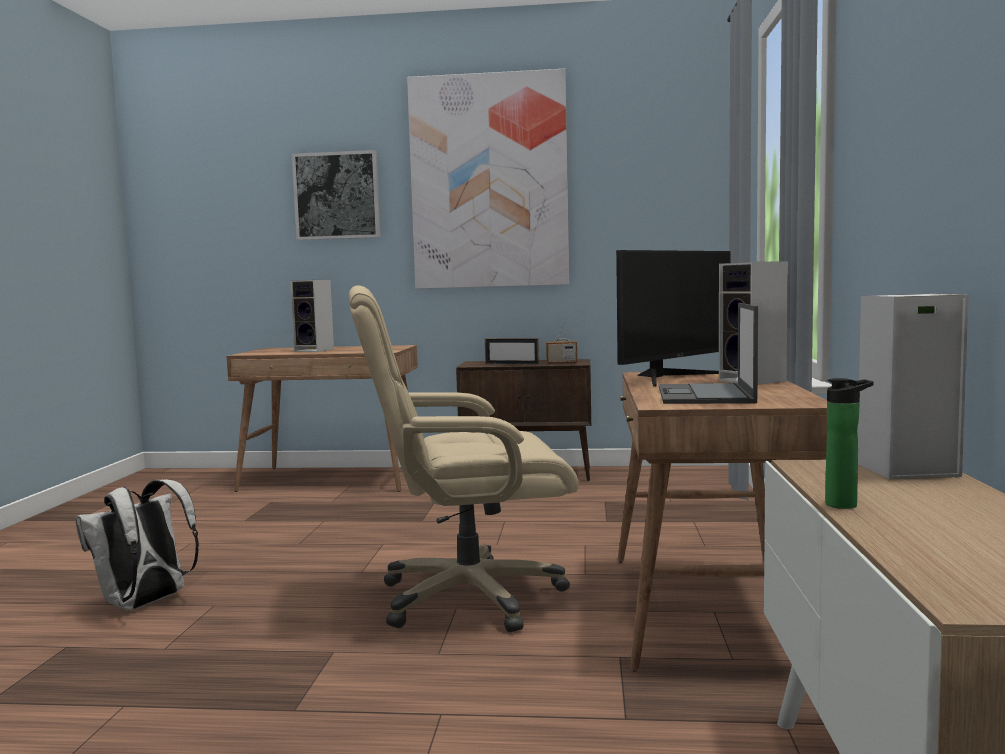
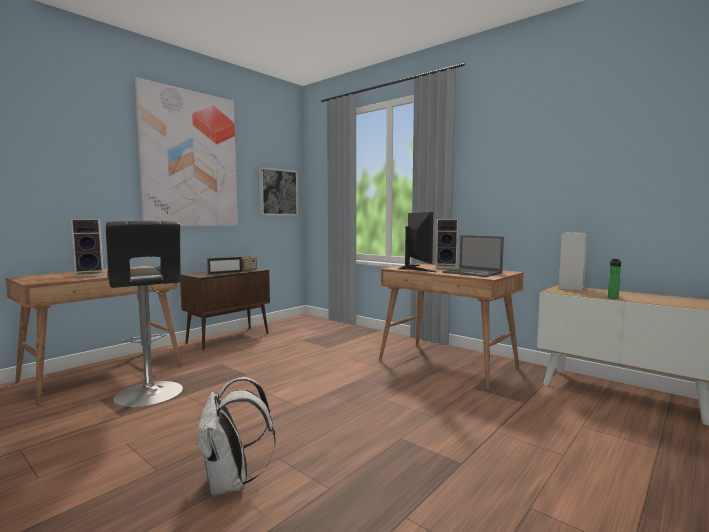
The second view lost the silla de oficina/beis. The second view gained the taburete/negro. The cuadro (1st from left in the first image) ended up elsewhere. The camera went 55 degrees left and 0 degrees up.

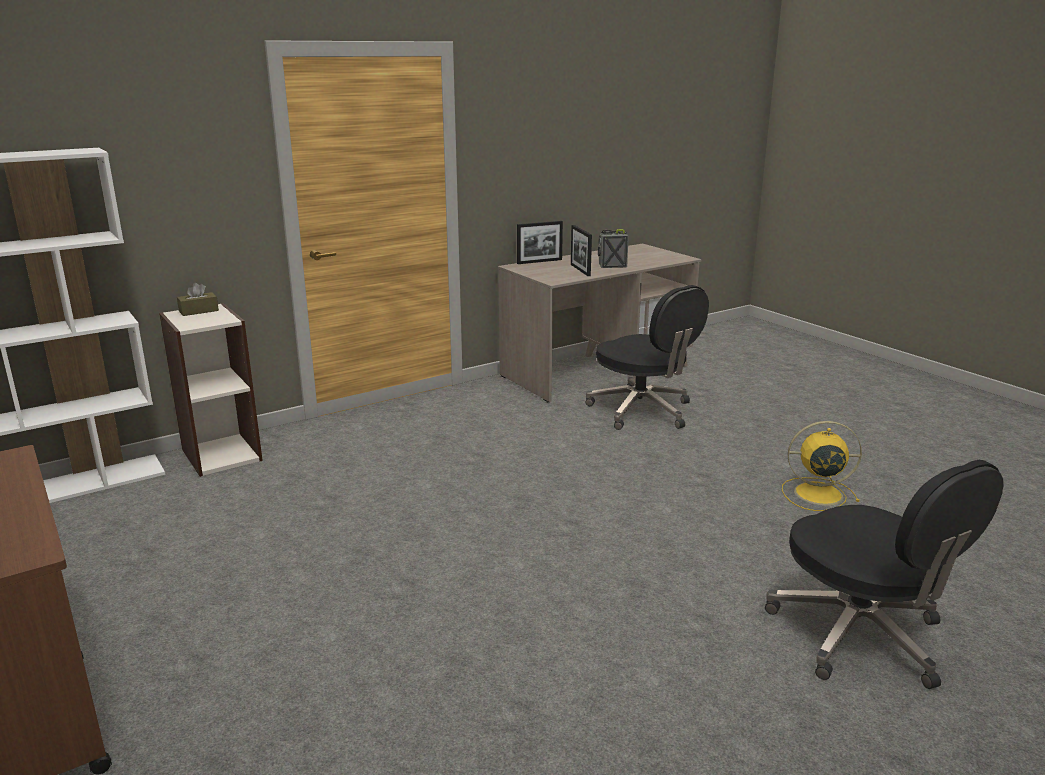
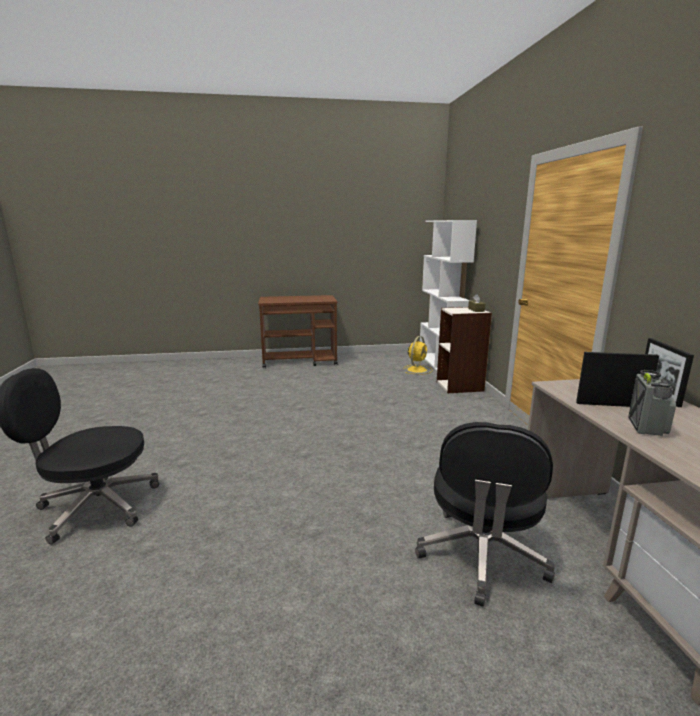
The ventilador/amarillo ended up elsewhere. The silla de oficina/negro (1st from left in the first image) ended up facing another way, 60 degrees counterclockwise from before. The camera went 115 degrees right and 5 degrees down.

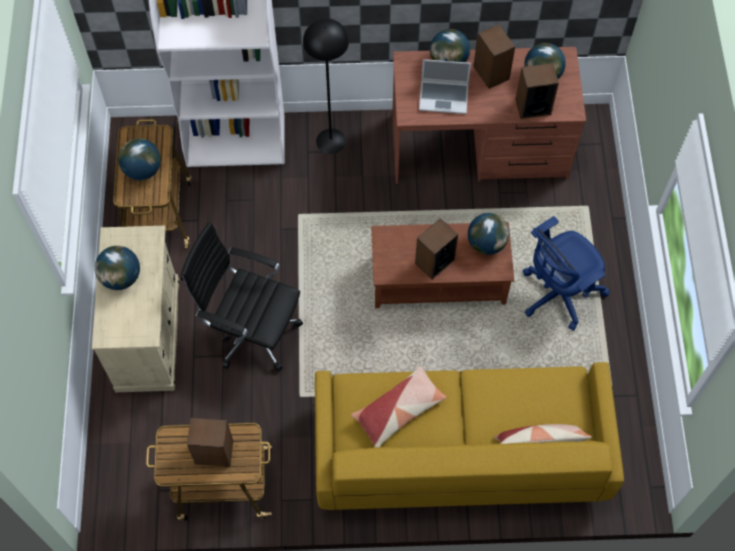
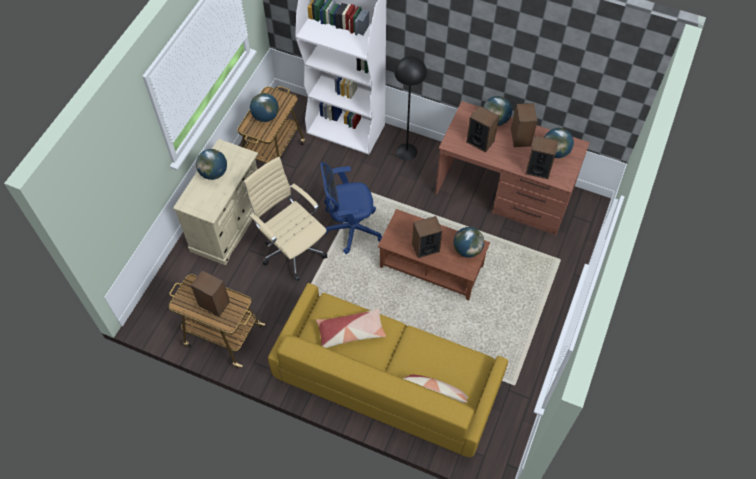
The silla de oficina/azul ended up elsewhere. Where the portátil stood, the altavoz (3rd from left) came to stand. What was the silla de oficina/negro turned into the silla de oficina/beis. The camera went 25 degrees right and 5 degrees down.

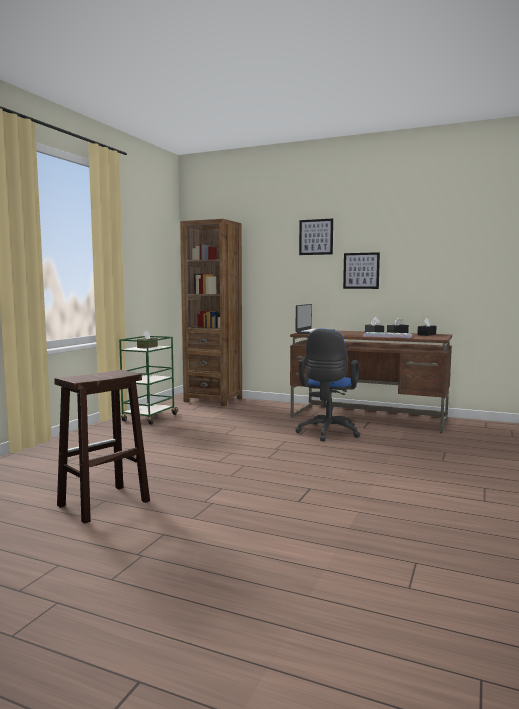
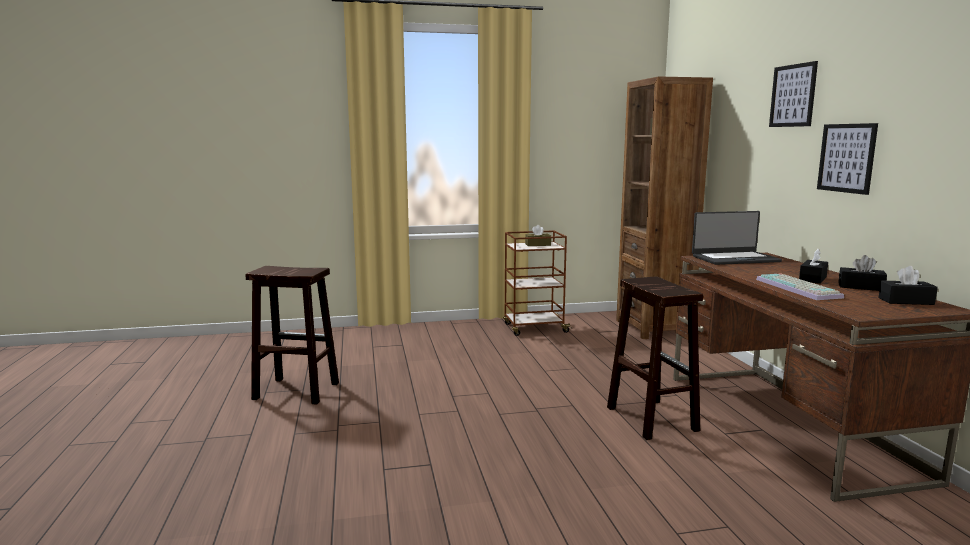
Where the silla de oficina/azul stood, the taburete/marrón (2nd from left) came to stand. What was the carrito/verde turned into the carrito/marrón. The camera went 55 degrees right and 5 degrees up.

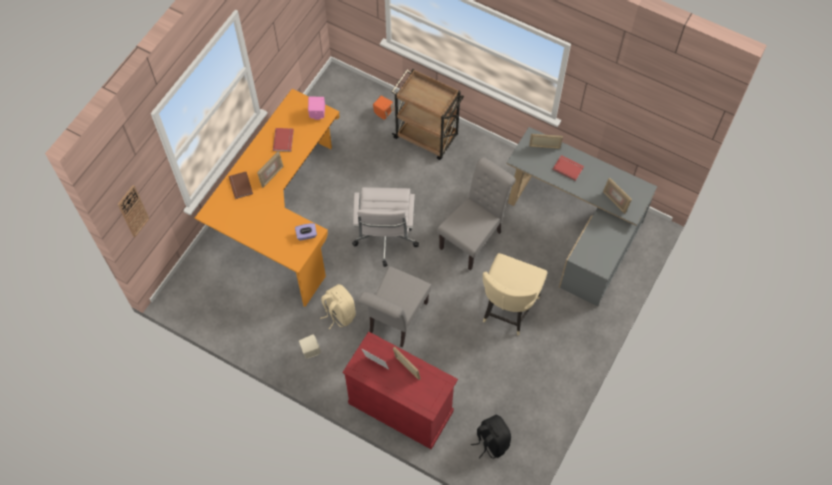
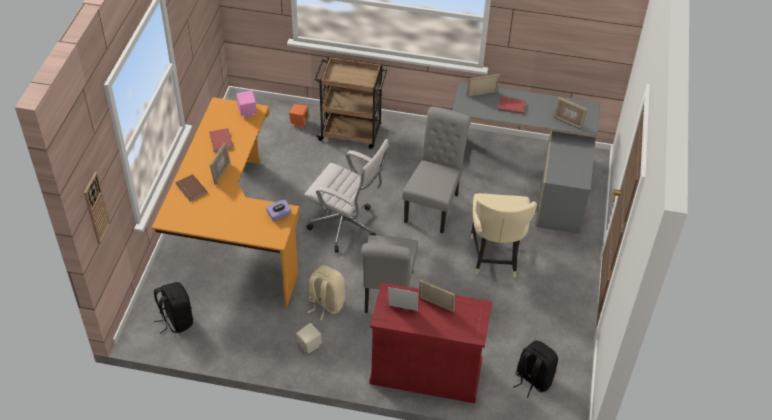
The second view gained the mochila/negro (1st from left). The silla de oficina/blanco ended up facing another way, 45 degrees counterclockwise from before. The camera went 20 degrees left and 15 degrees down.

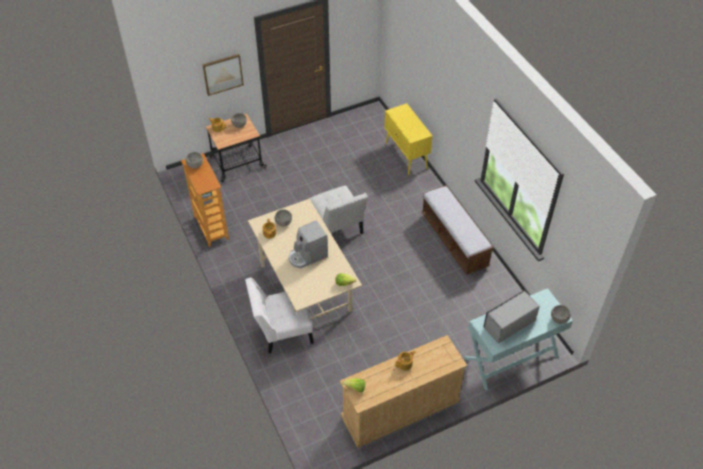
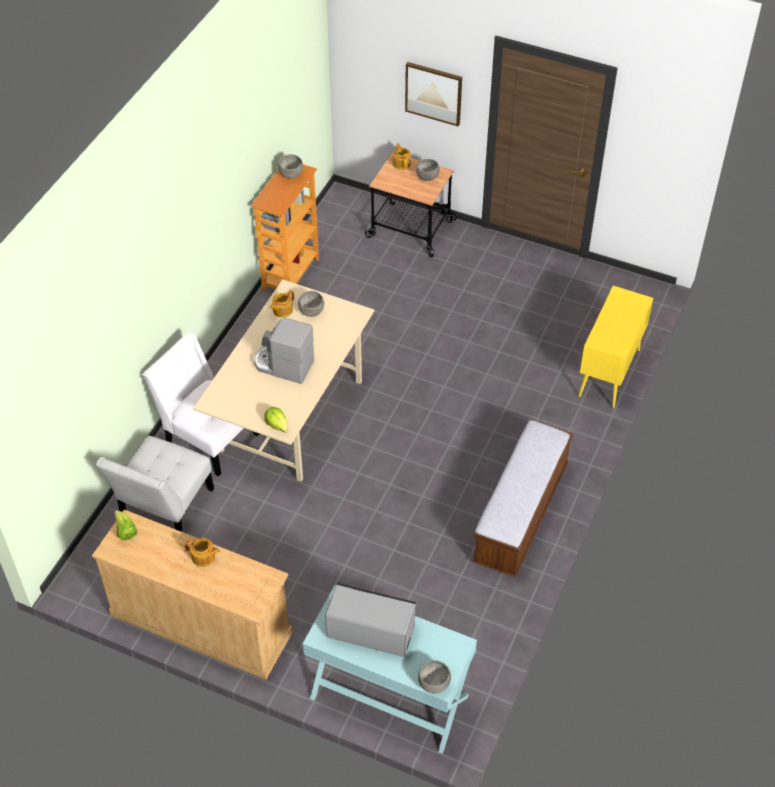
The silla/blanco (2nd from left in the first image) ended up elsewhere. The camera went 50 degrees right and 0 degrees up.

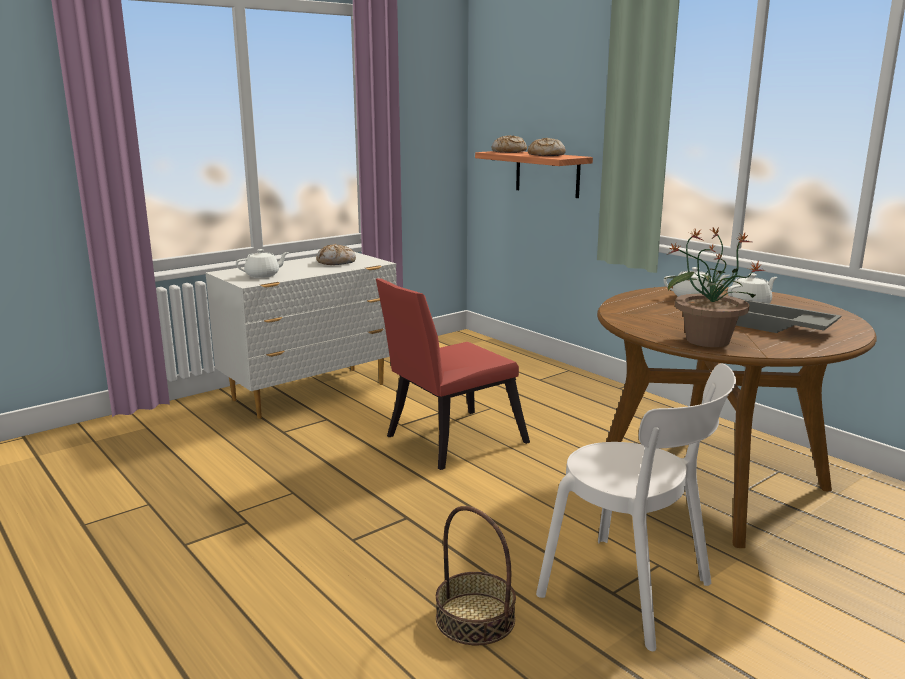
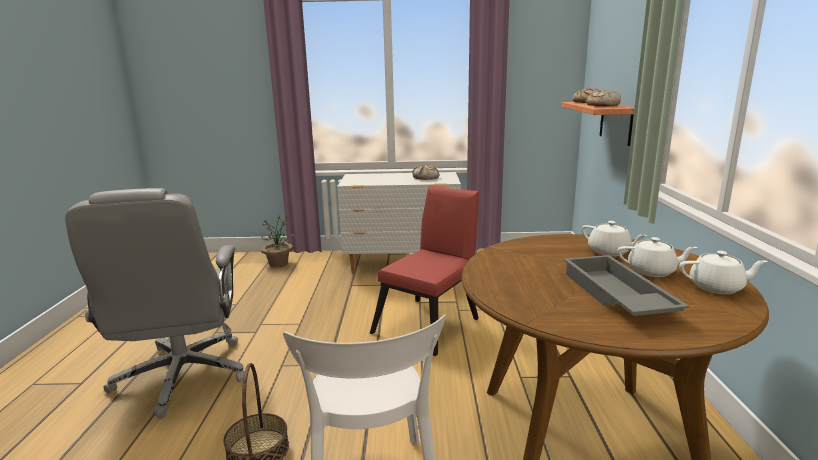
The second view gained the silla de oficina/gris. The tetera/blanco (1st from left in the first image) ended up elsewhere. The planta en maceta ended up elsewhere. The silla/rojo ended up facing another way, 120 degrees clockwise from before. The camera went 40 degrees right and 0 degrees up.

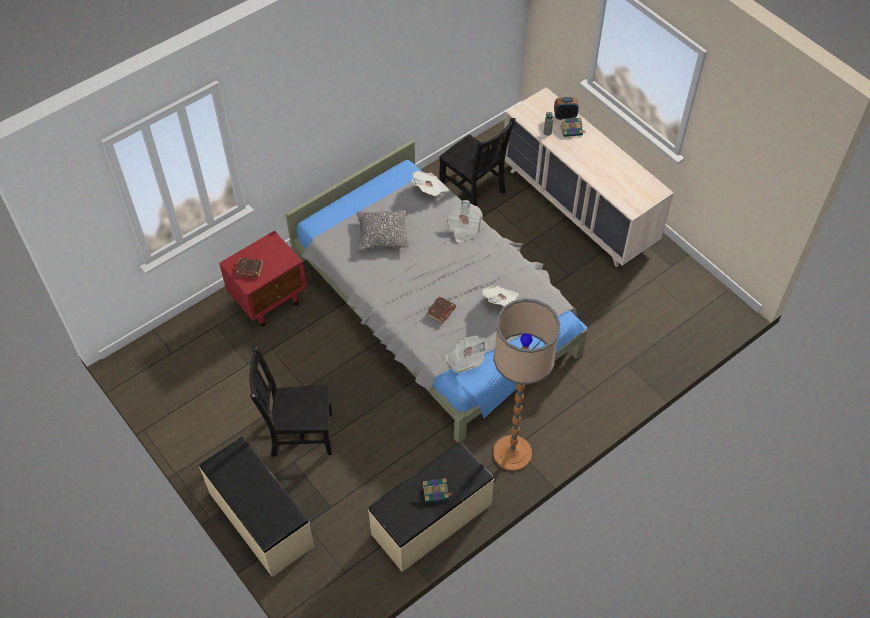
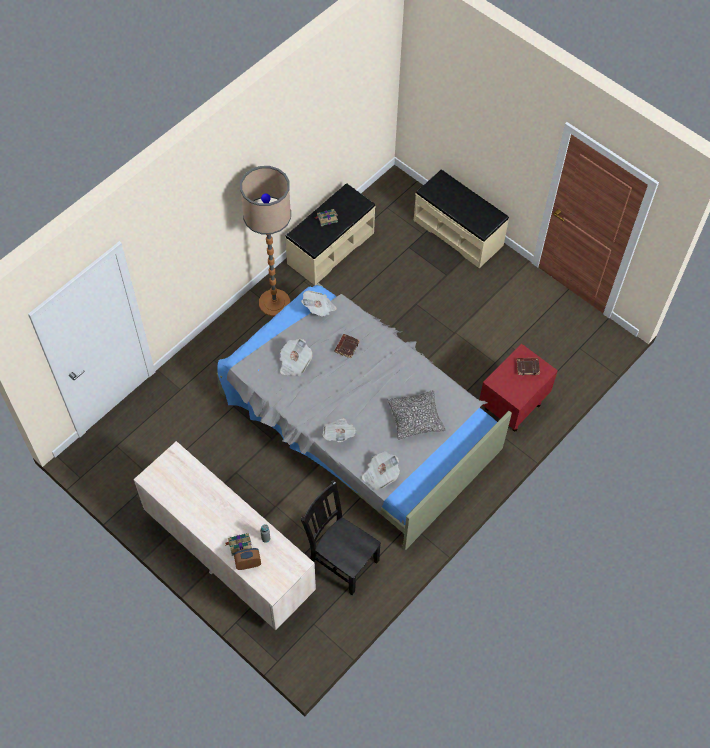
The second view lost the silla/negro (1st from left). The camera went 170 degrees right and 5 degrees up.

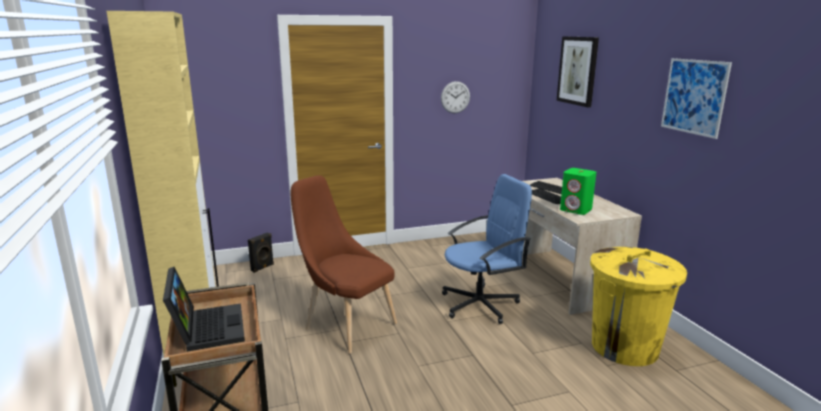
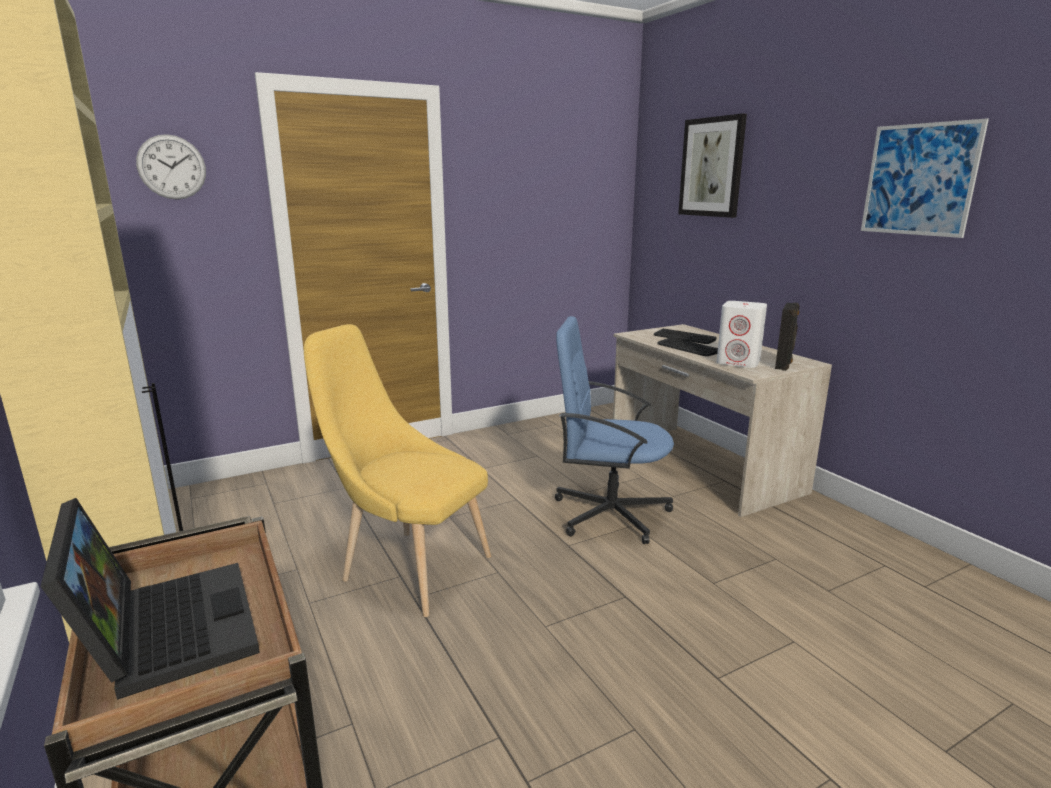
The second view lost the papelera/amarillo. The altavoz/negro ended up elsewhere. The reloj de pared ended up elsewhere. What was the silla/marrón turned into the silla/amarillo. What was the altavoz/verde turned into the altavoz/blanco. The silla de oficina/azul ended up facing another way, 135 degrees counterclockwise from before. The camera went 10 degrees left and 0 degrees up.

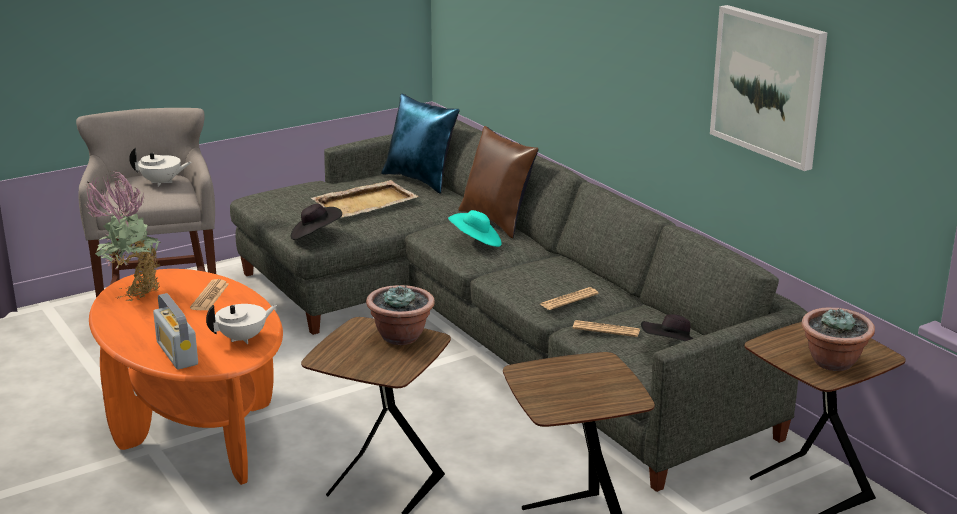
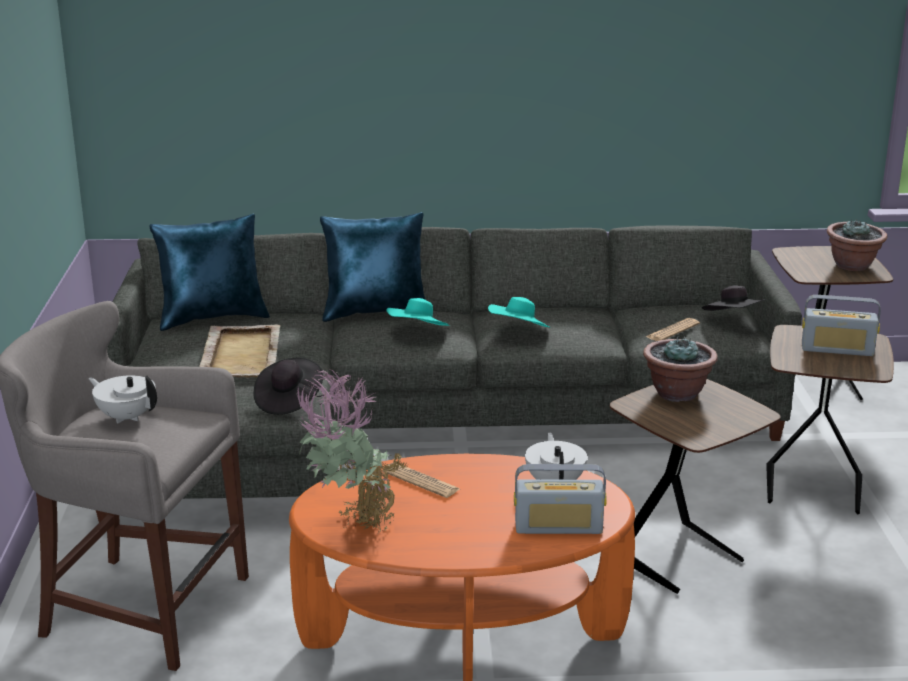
The second view lost the periódico (2nd from left). The second view lost the cuadro. The second view gained the sombrero/turquesa (2nd from left). The second view gained the radio (2nd from left). What was the cojín/marrón turned into the cojín/azul (2nd from left). The tetera/blanco (1st from left) ended up facing another way, 90 degrees counterclockwise from before. The camera went 60 degrees left and 0 degrees up.

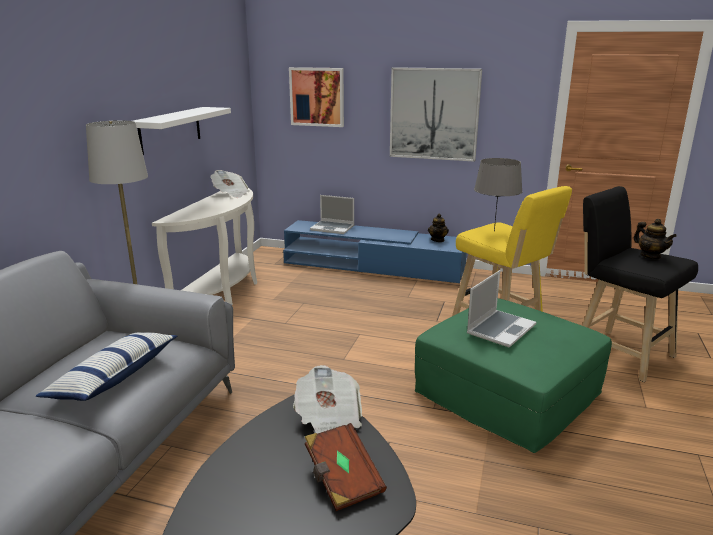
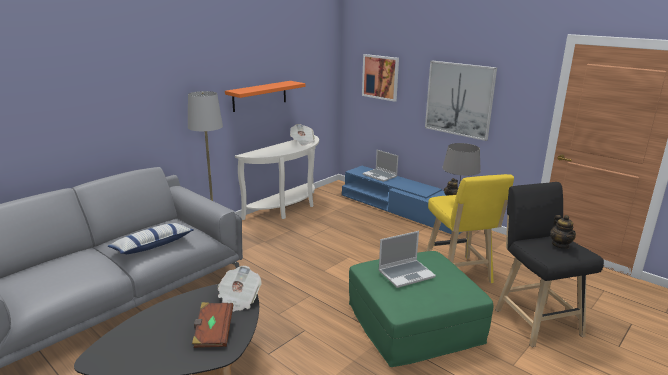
What was the estante/blanco turned into the estante/naranja. The camera went 25 degrees right and 0 degrees up.

